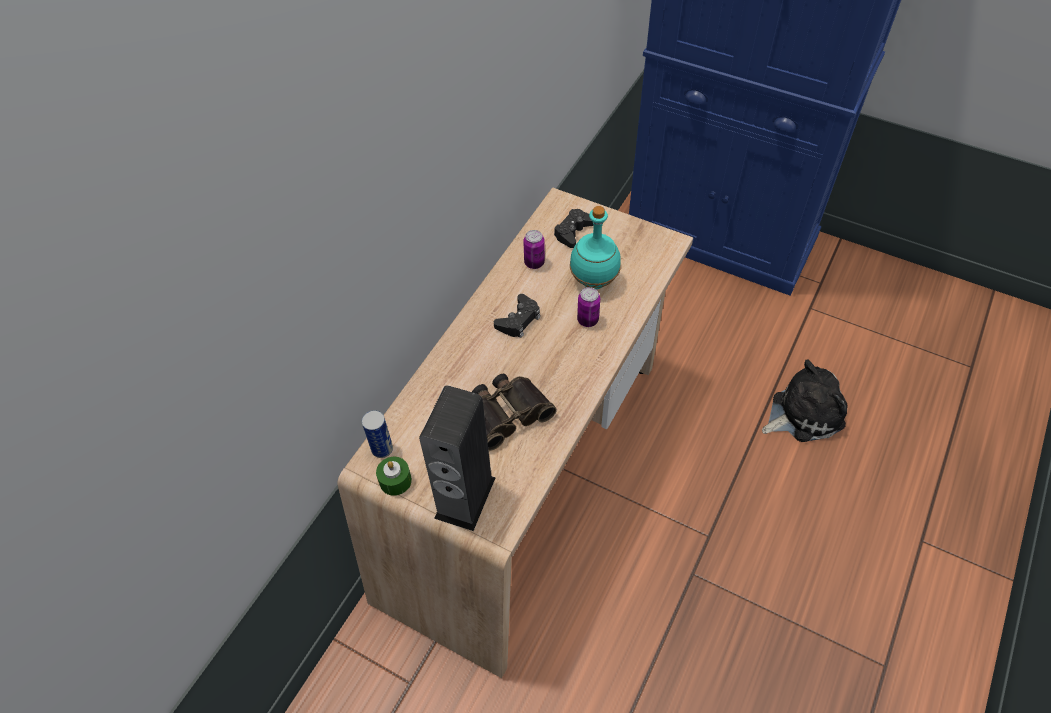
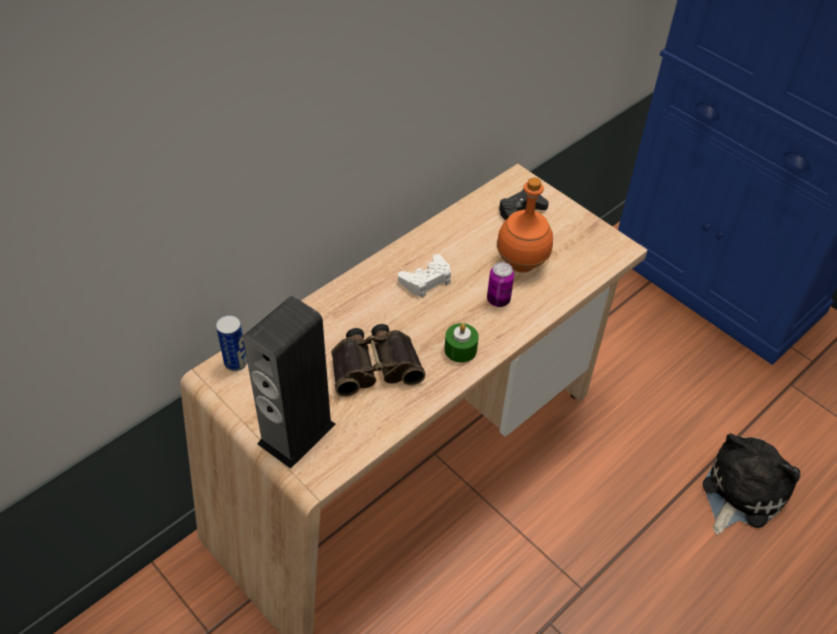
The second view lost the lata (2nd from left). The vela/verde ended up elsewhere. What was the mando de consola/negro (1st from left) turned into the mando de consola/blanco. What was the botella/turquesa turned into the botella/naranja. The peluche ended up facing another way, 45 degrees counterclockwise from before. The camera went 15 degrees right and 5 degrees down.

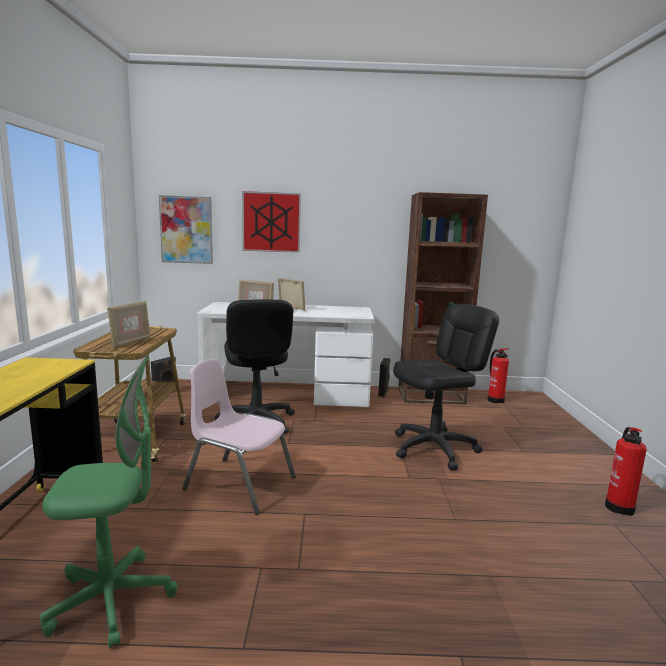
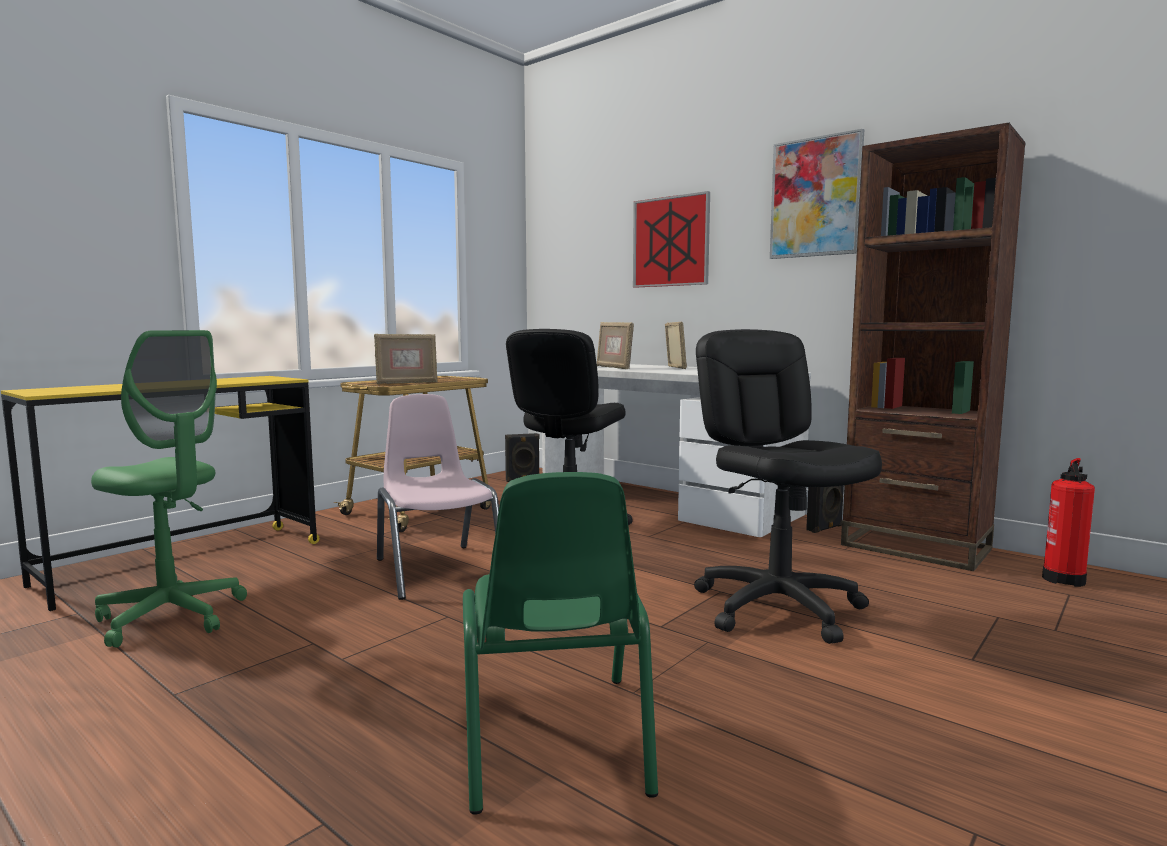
The second view lost the extintor (2nd from left). The second view gained the silla/verde. The cuadro (1st from left in the first image) ended up elsewhere. The silla de oficina/negro (2nd from left) ended up facing another way, 120 degrees counterclockwise from before. The camera went 40 degrees right and 5 degrees down.

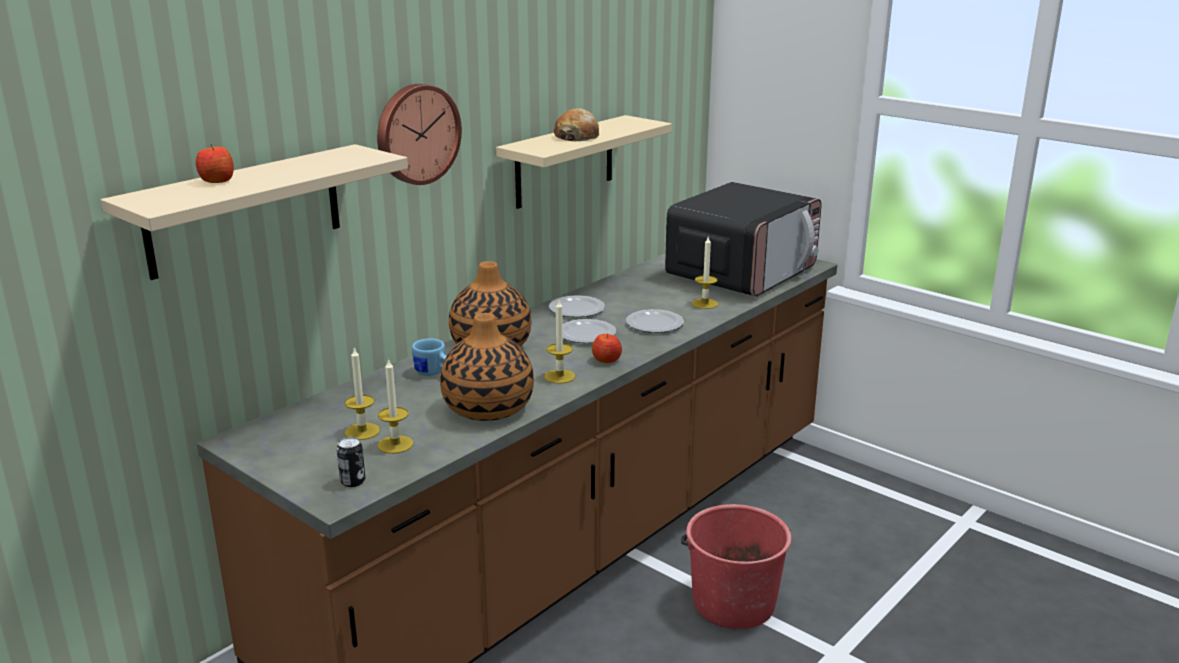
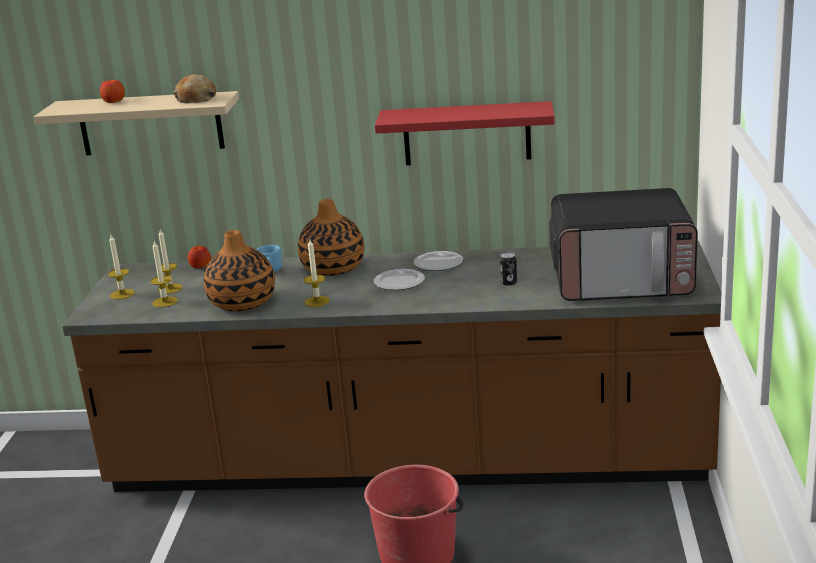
The second view lost the reloj de pared. The second view lost the plato (3rd from left). The lata ended up elsewhere. The pan ended up elsewhere. The manzana (2nd from left) ended up elsewhere. The vela (4th from left in the first image) ended up elsewhere. What was the estante/beis (2nd from left) turned into the estante/rojo. The camera went 55 degrees right and 0 degrees up.

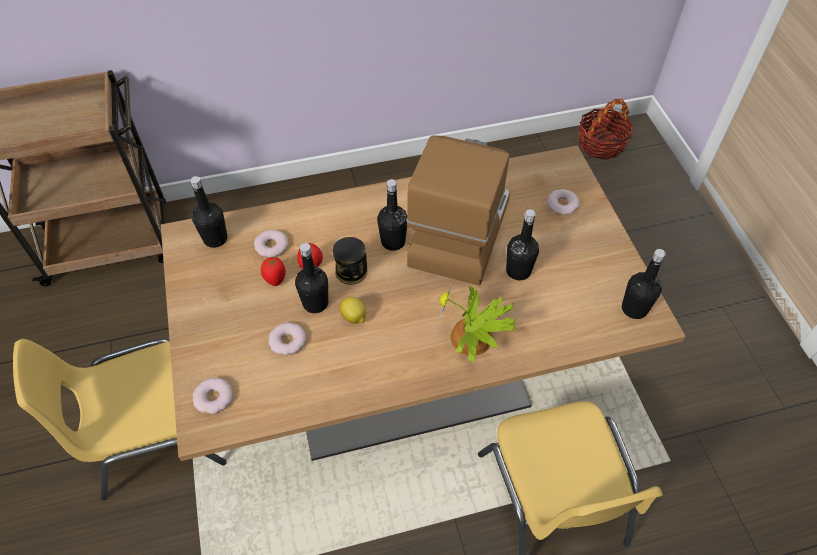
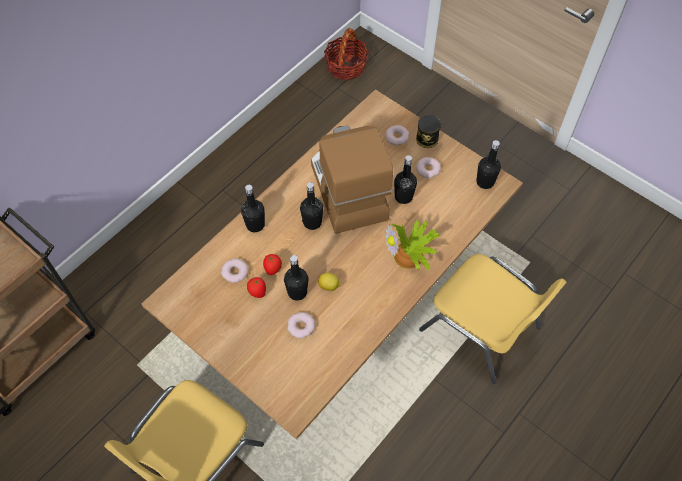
The botella/negro (1st from left) ended up elsewhere. The rosquilla (1st from left in the first image) ended up elsewhere. The lata ended up elsewhere. The camera went 35 degrees left and 5 degrees up.

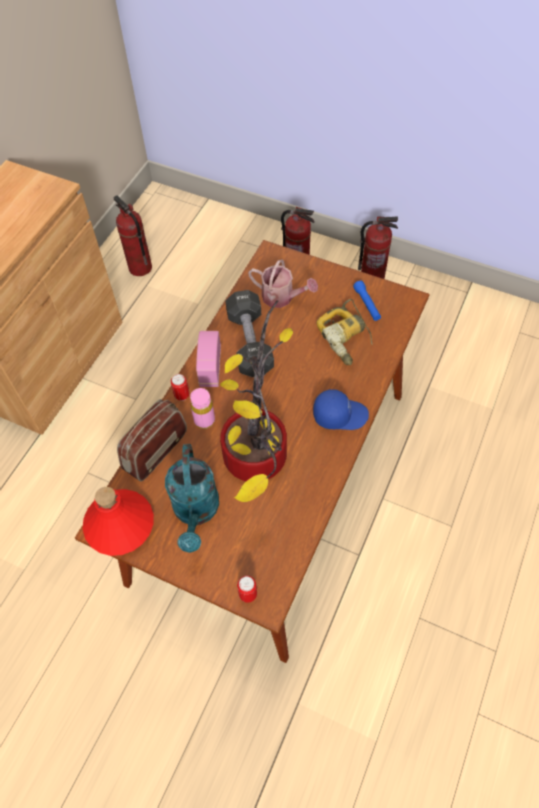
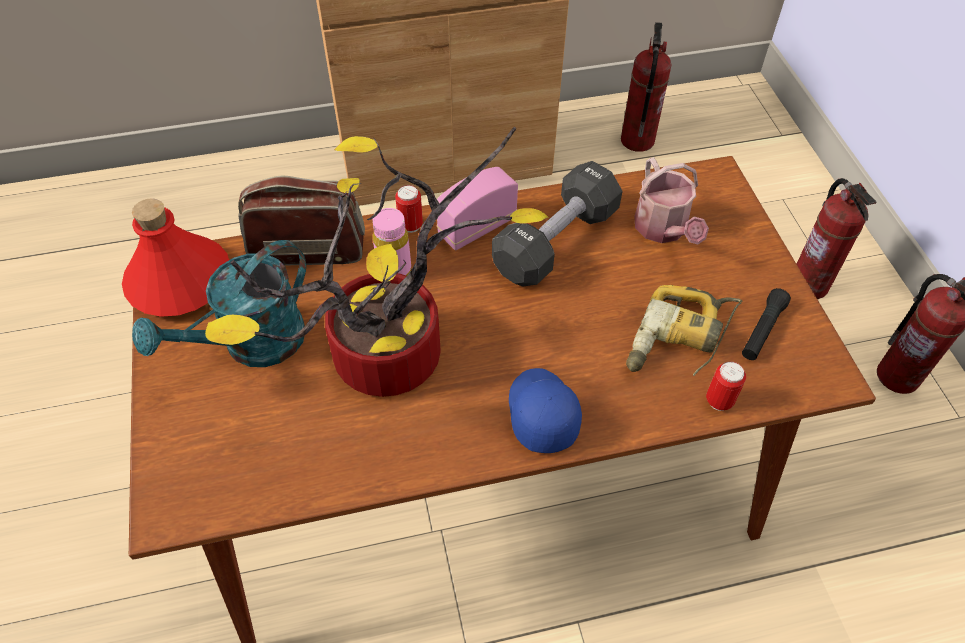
The lata (2nd from left) ended up elsewhere. What was the linterna/azul turned into the linterna/negro. The gorra/azul ended up facing another way, 150 degrees counterclockwise from before. The camera went 50 degrees right and 5 degrees down.

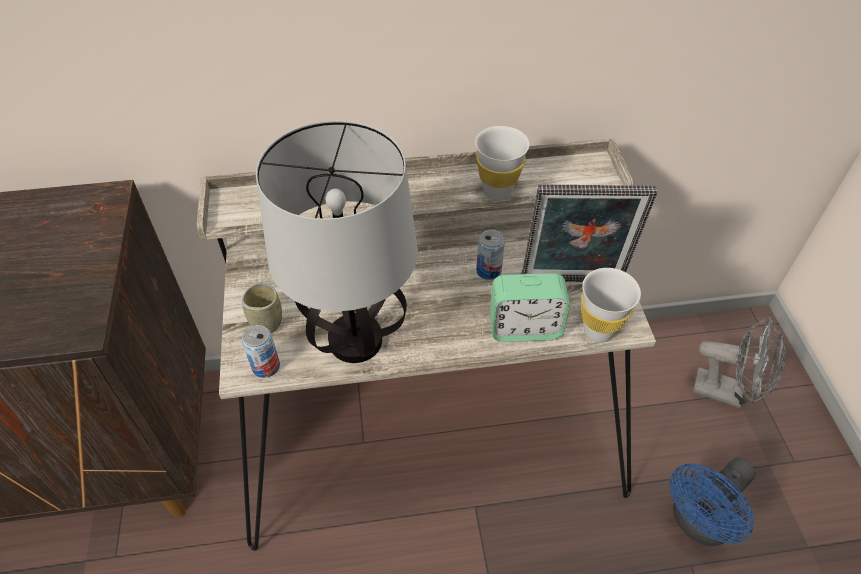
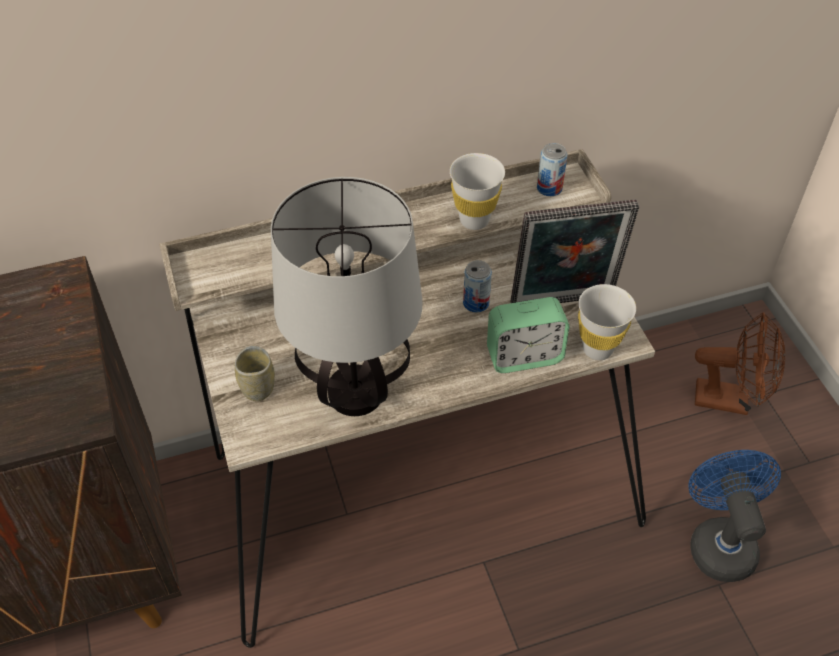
The lata (1st from left in the first image) ended up elsewhere. What was the ventilador/gris turned into the ventilador/marrón. The ventilador/azul ended up facing another way, 135 degrees clockwise from before. The camera went 10 degrees left and 0 degrees up.

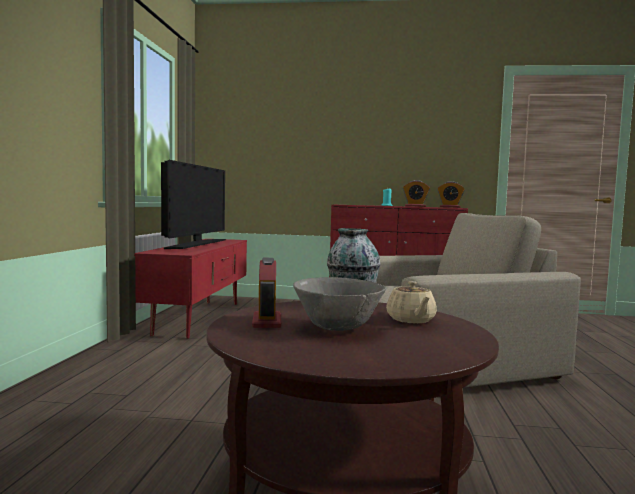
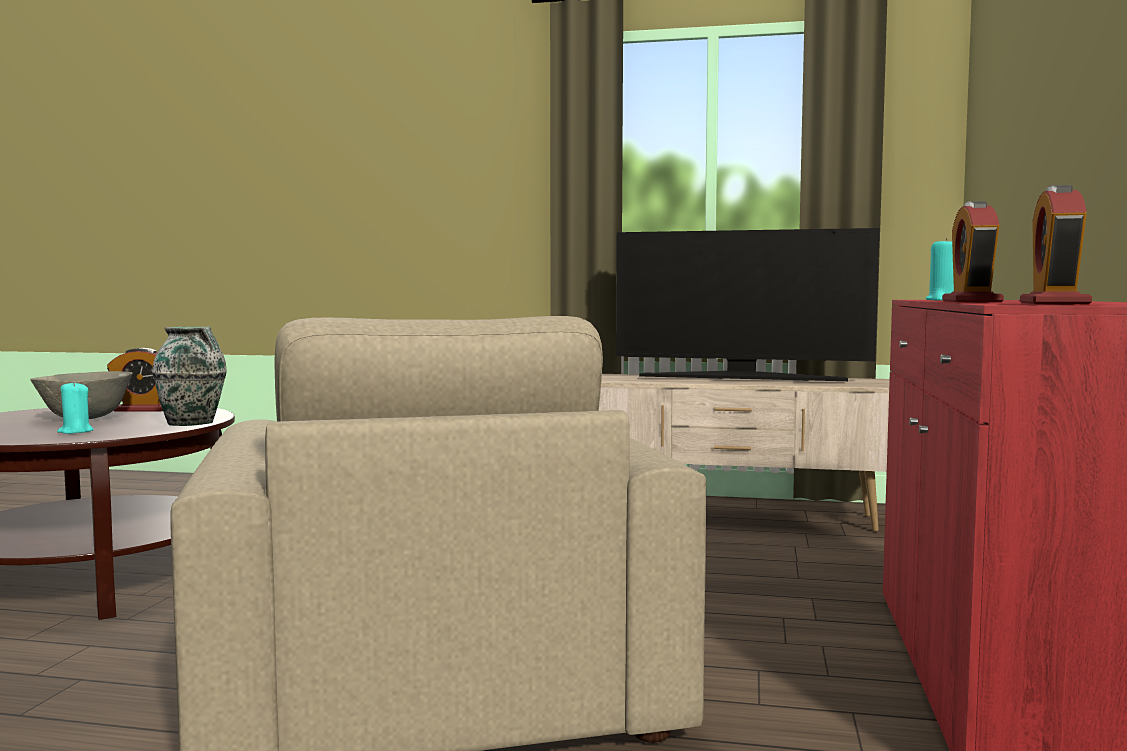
Where the tetera/beis stood, the vela/turquesa (1st from left) came to stand. What was the mueble de televisión/rojo turned into the mueble de televisión/beis. The camera went 95 degrees right and 0 degrees up.

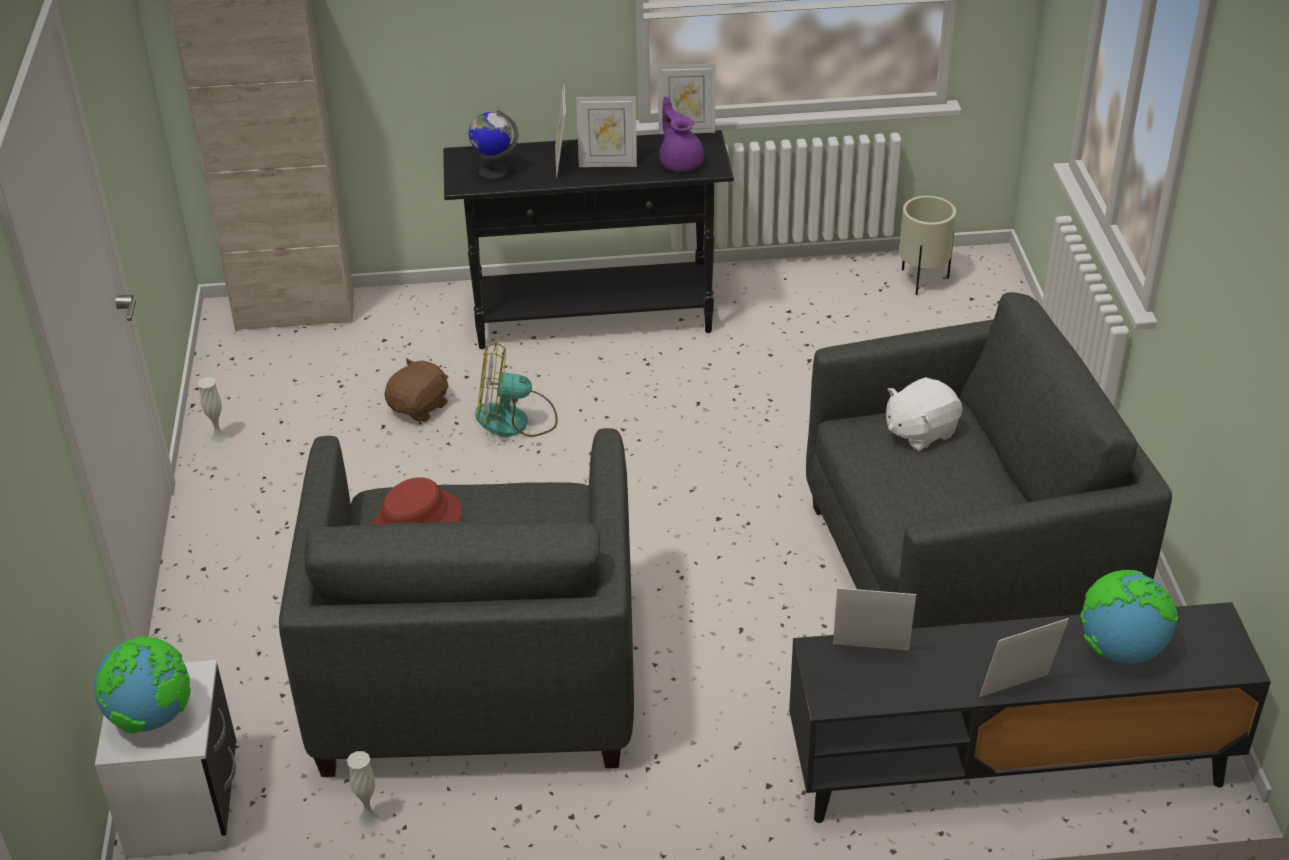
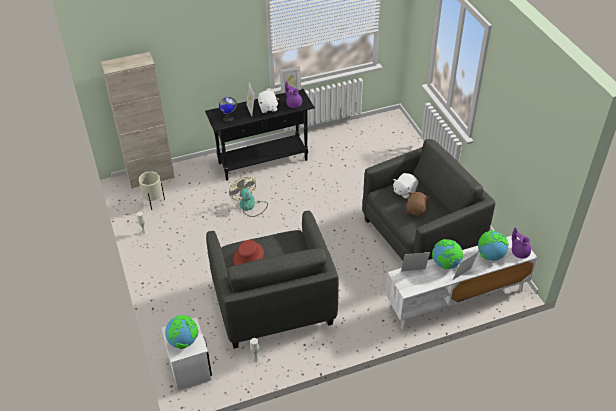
The second view gained the globo terráqueo (3rd from left). The second view gained the tetera/morado (2nd from left). The peluche/marrón ended up elsewhere. The maceta/beis ended up elsewhere. Where the portarretratos (2nd from left) stood, the peluche/blanco (1st from left) came to stand. What was the mueble de televisión/negro turned into the mueble de televisión/blanco. The ventilador ended up facing another way, 75 degrees clockwise from before. The camera went 15 degrees left and 5 degrees up.

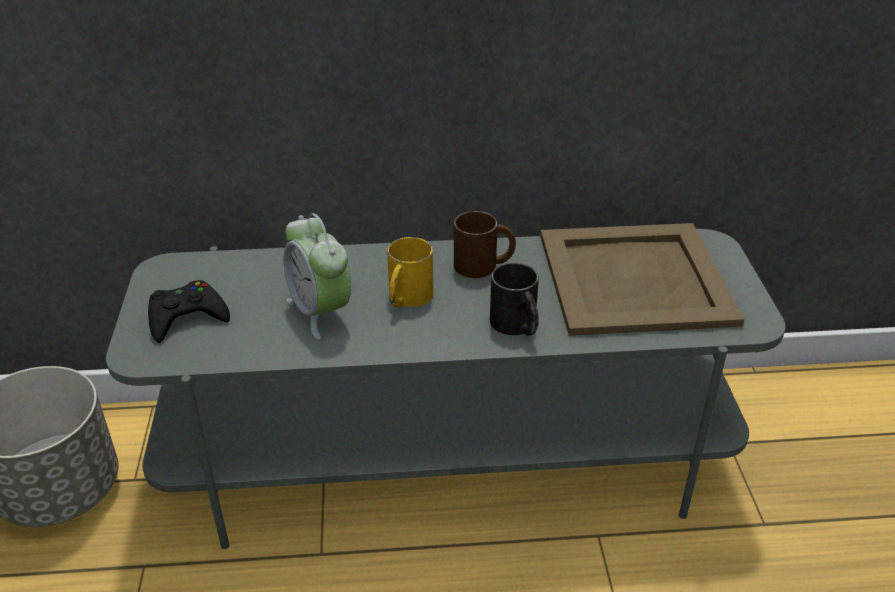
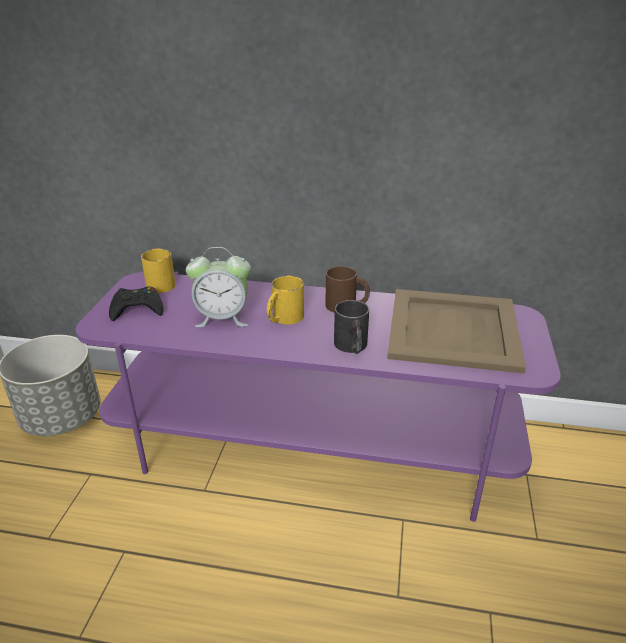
The second view gained the taza grande/amarillo (1st from left). What was the mueble de televisión/gris turned into the mueble de televisión/morado. The despertador ended up facing another way, 75 degrees counterclockwise from before. The camera went 15 degrees right and 5 degrees down.

